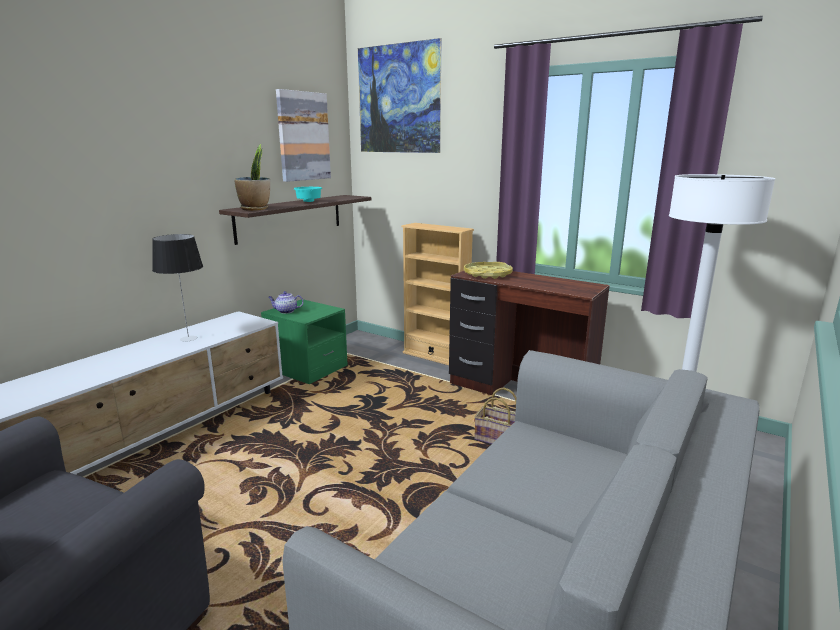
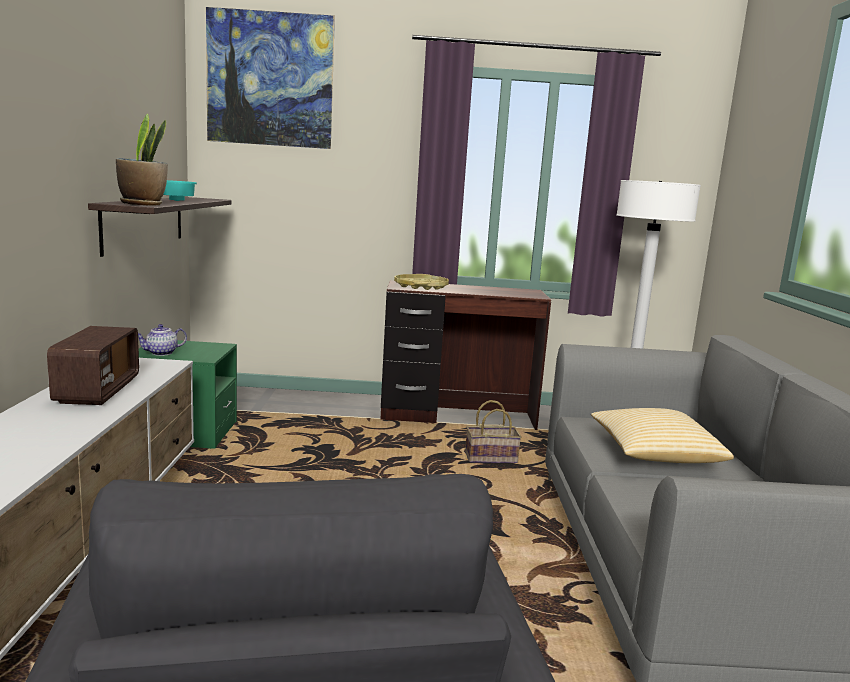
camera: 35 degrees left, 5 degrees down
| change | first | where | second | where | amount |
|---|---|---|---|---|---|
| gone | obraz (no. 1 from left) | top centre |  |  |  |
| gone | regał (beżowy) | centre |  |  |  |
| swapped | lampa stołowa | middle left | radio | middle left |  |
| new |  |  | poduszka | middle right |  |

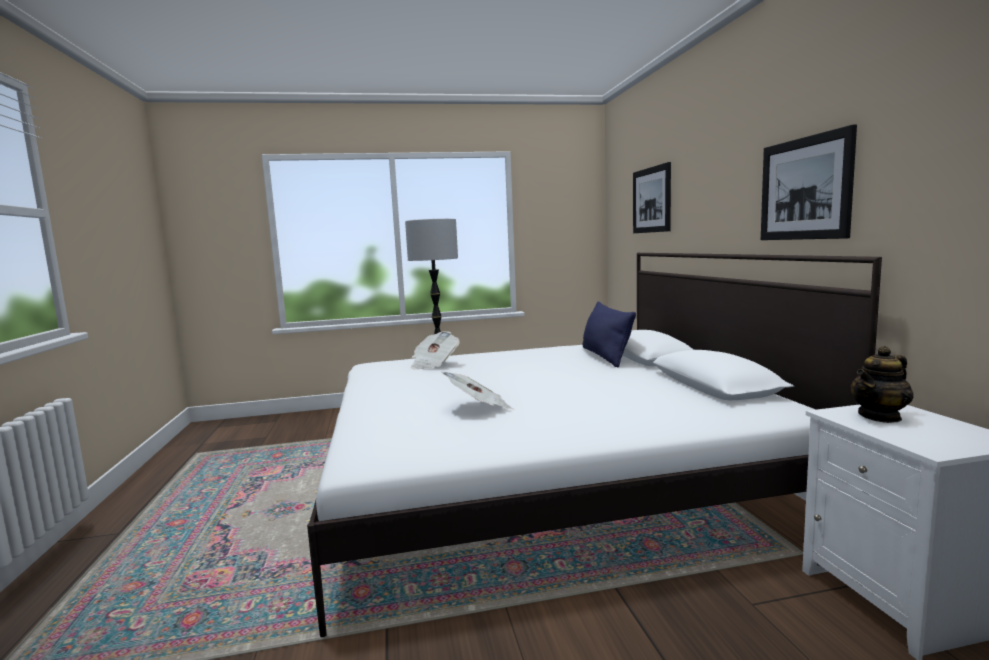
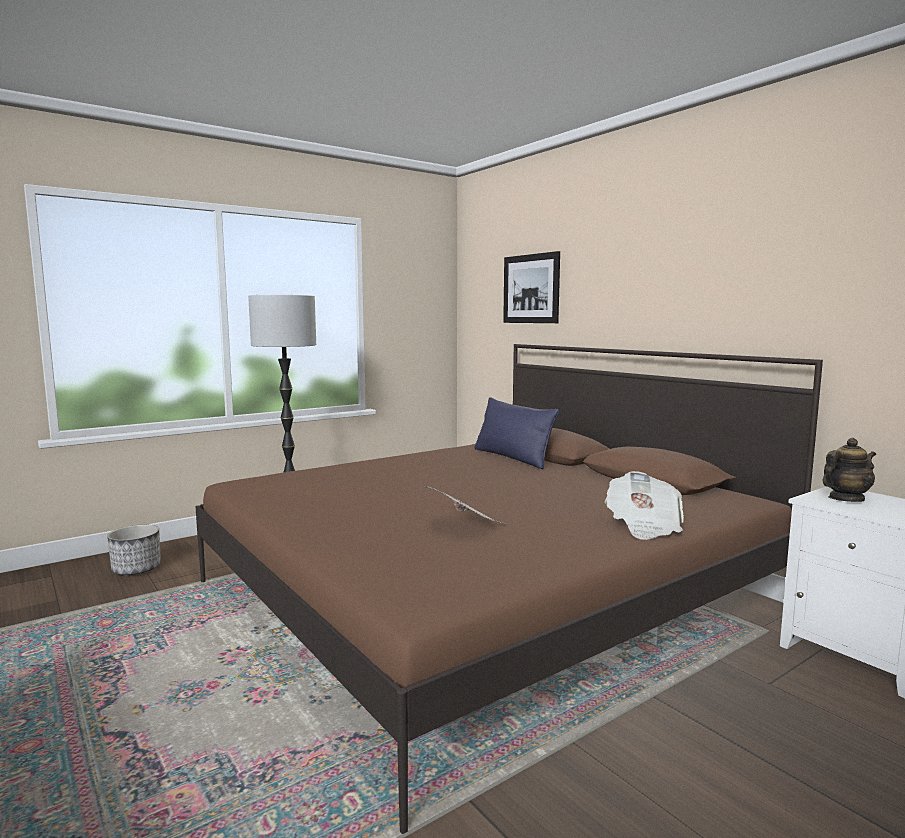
camera: 25 degrees left, 0 degrees up
| change | first | where | second | where | amount |
|---|---|---|---|---|---|
| gone | obraz (no. 2 from left) | top right |  |  |  |
| repainted | łóżko (biały) | bottom centre | łóżko (brązowy) | bottom centre |  |
| shifted | gazeta (no. 1 from left in the first image) | centre | gazeta (no. 2 from left) | middle right |  |
| rotated | imbryk | middle right |  | middle right | 150 degrees counterclockwise |
| new |  |  | donica | middle left |  |

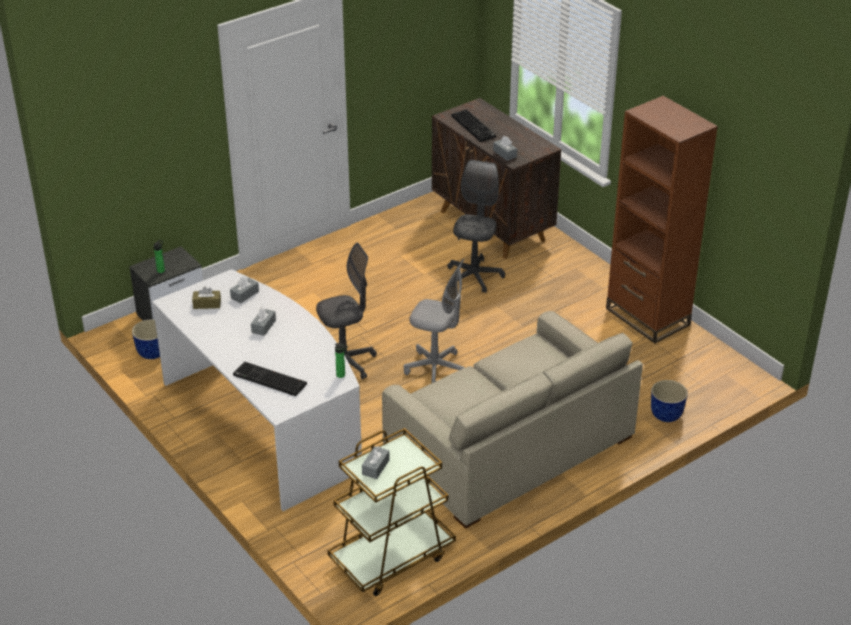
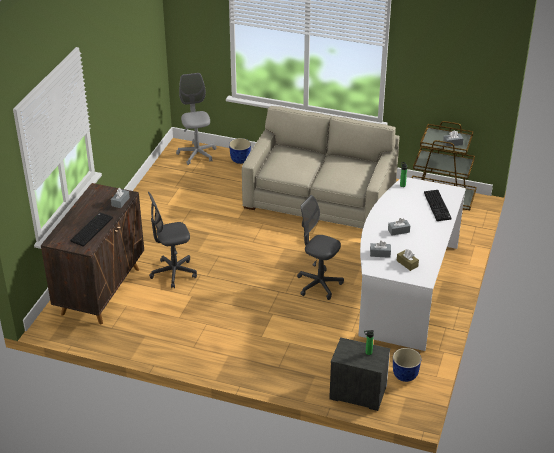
camera: 125 degrees left, 0 degrees up
| change | first | where | second | where | amount |
|---|---|---|---|---|---|
| gone | regał (brązowy) | middle right |  |  |  |
| shifted | krzesło biurowe (szary) (no. 2 from left) | centre |  | top centre |  |

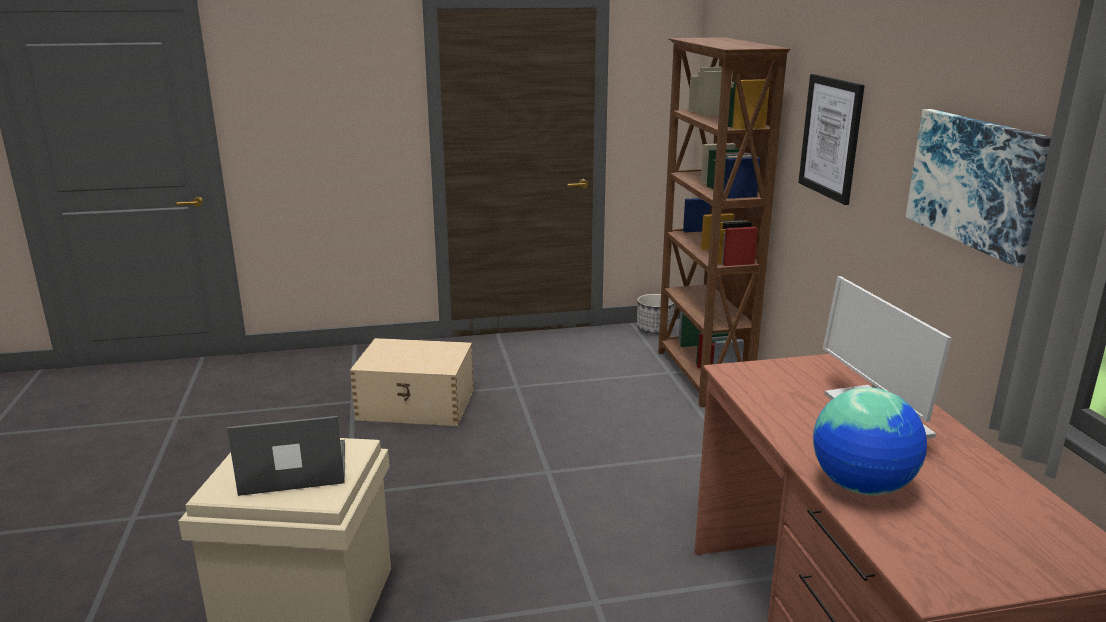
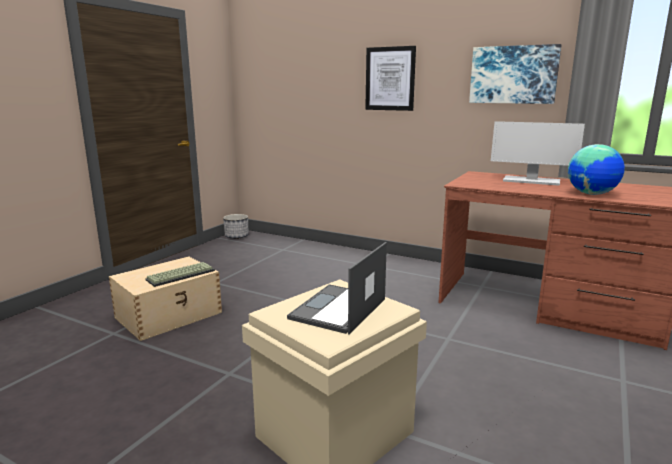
camera: 50 degrees left, 5 degrees down
| change | first | where | second | where | amount |
|---|---|---|---|---|---|
| gone | regał (brązowy) | centre |  |  |  |
| new |  |  | klawiatura | middle left |  |

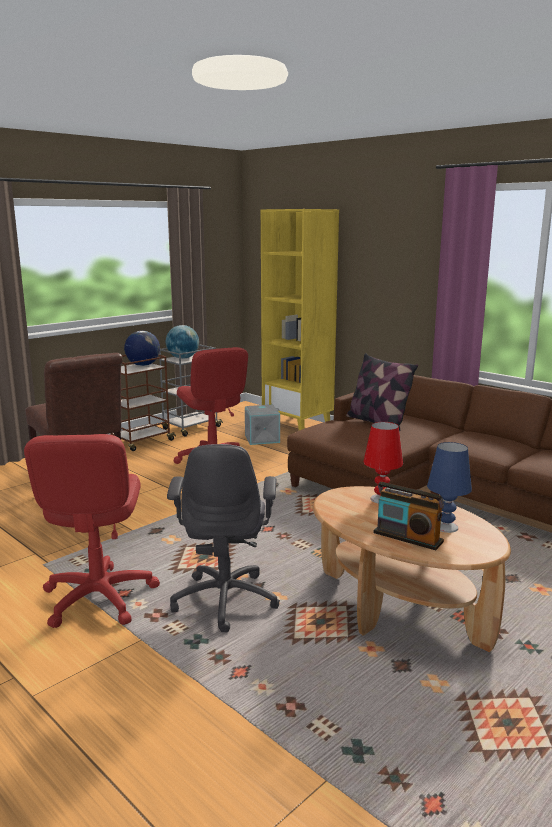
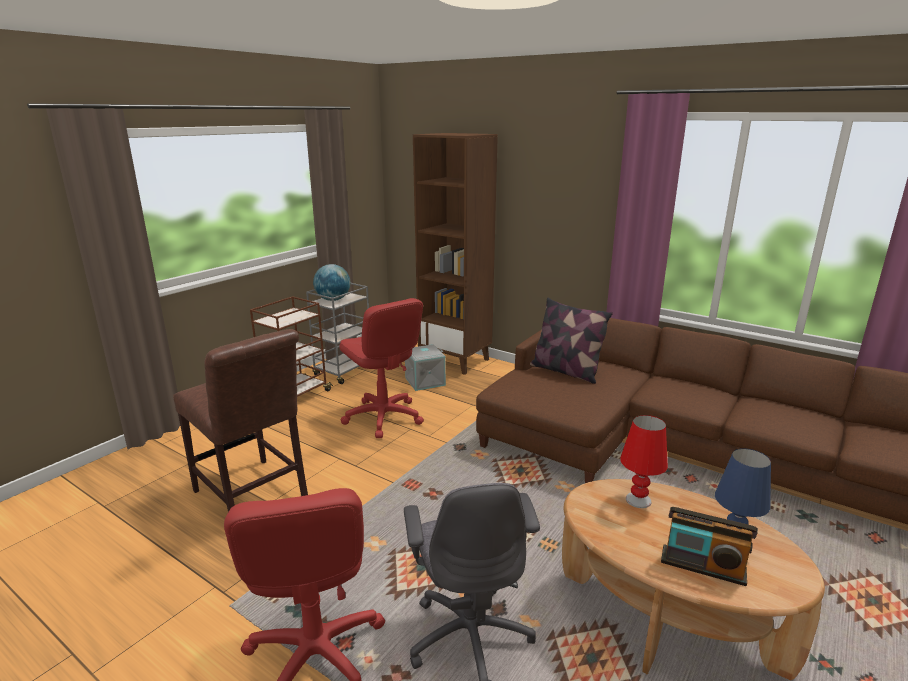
camera: 10 degrees left, 5 degrees up
| change | first | where | second | where | amount |
|---|---|---|---|---|---|
| repainted | regał (żółty) | centre | regał (brązowy) | centre |  |
| gone | globus (no. 1 from left) | middle left |  |  |  |

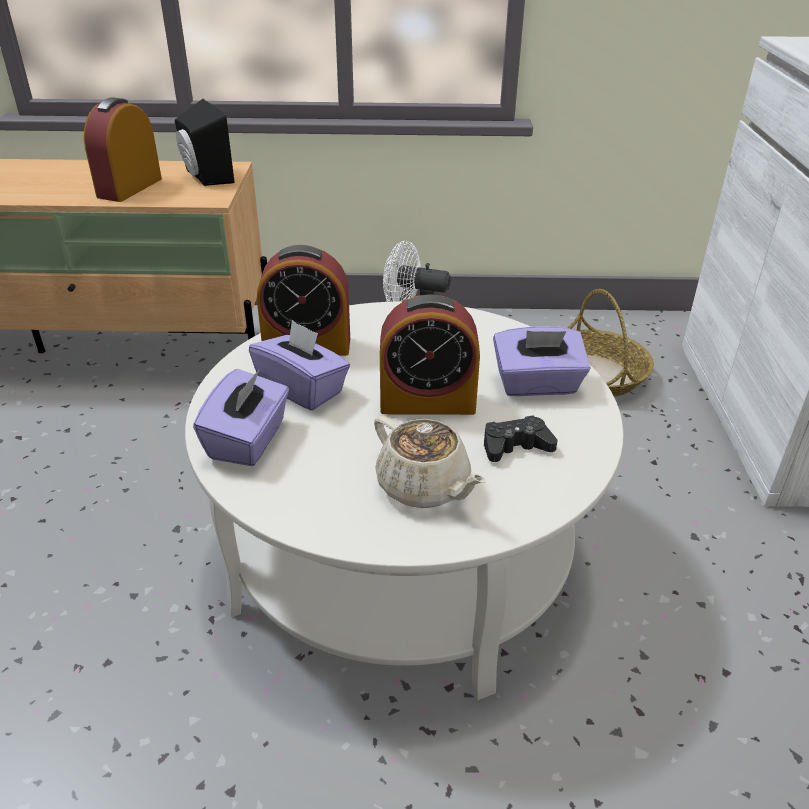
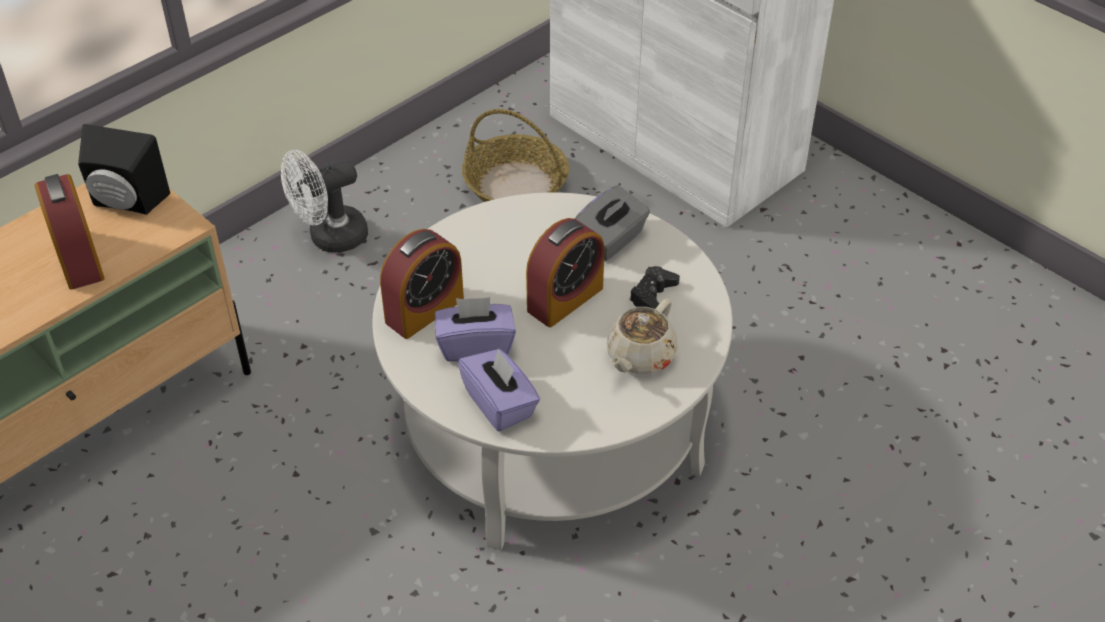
camera: 45 degrees left, 10 degrees up
| change | first | where | second | where | amount |
|---|---|---|---|---|---|
| repainted | pudełko chusteczek (fioletowy) (no. 3 from left) | middle right | pudełko chusteczek (szary) | centre |  |
| rotated | imbryk (beżowy) | centre |  | centre | 120 degrees clockwise |

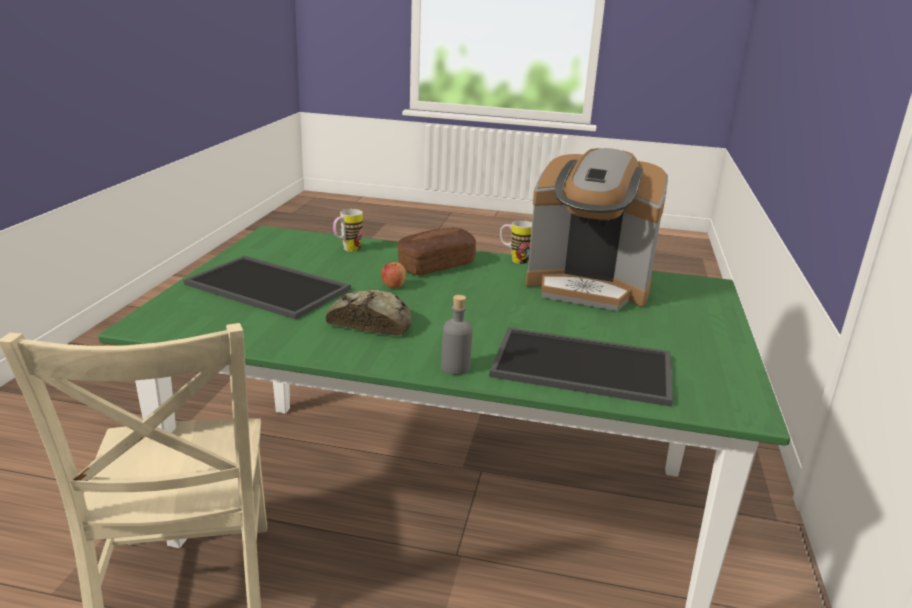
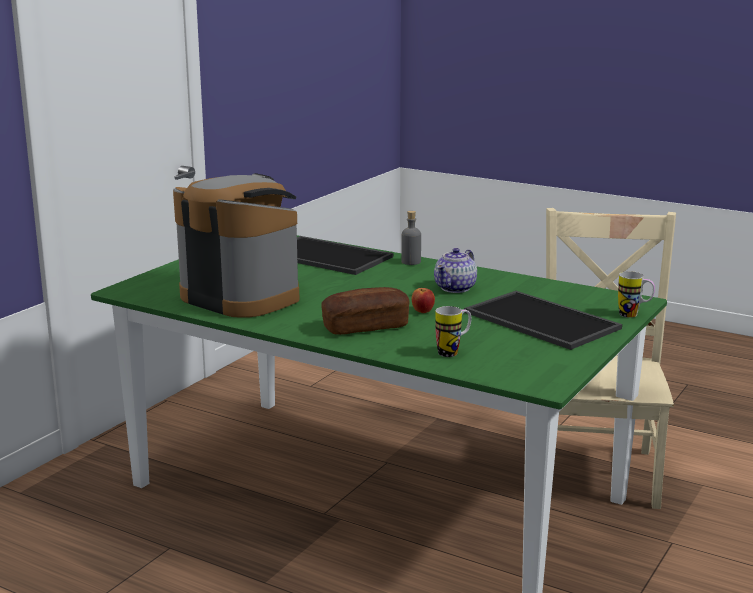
camera: 160 degrees left, 5 degrees down
| change | first | where | second | where | amount |
|---|---|---|---|---|---|
| shifted | kubek (no. 2 from left) | centre |  | middle right |  |
| swapped | chleb (no. 1 from left) | centre | imbryk | centre |  |

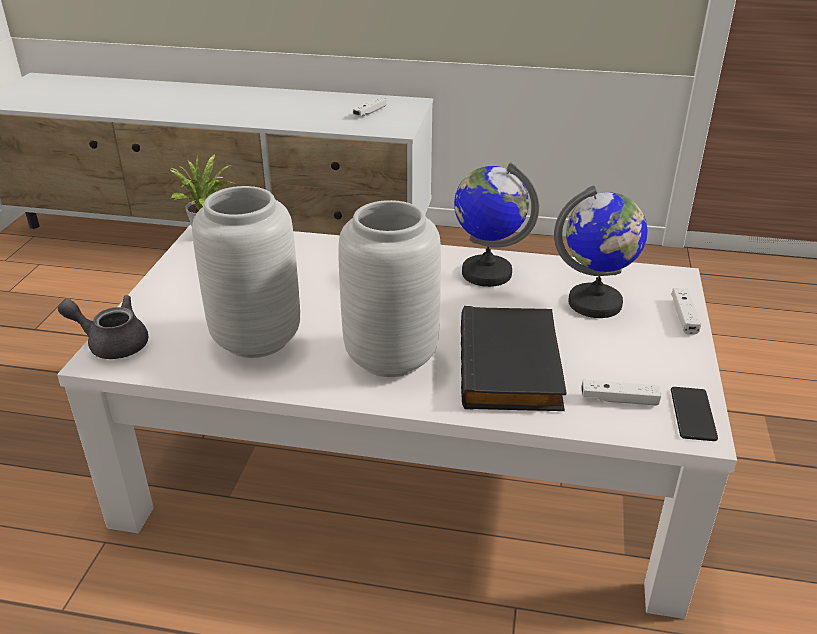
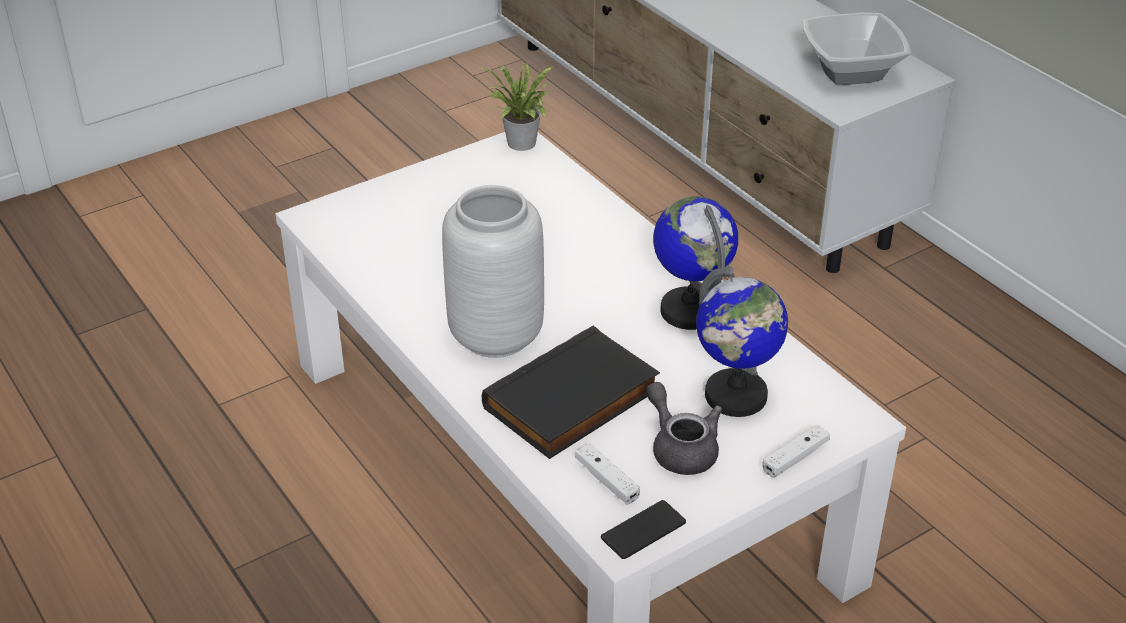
camera: 45 degrees right, 5 degrees up
| change | first | where | second | where | amount |
|---|---|---|---|---|---|
| swapped | pad do gier (biały) (no. 1 from left) | top centre | miska | top right |  |
| gone | wazon (szary) (no. 1 from left) | middle left |  |  |  |
| shifted | imbryk (szary) | middle left |  | bottom centre |  |

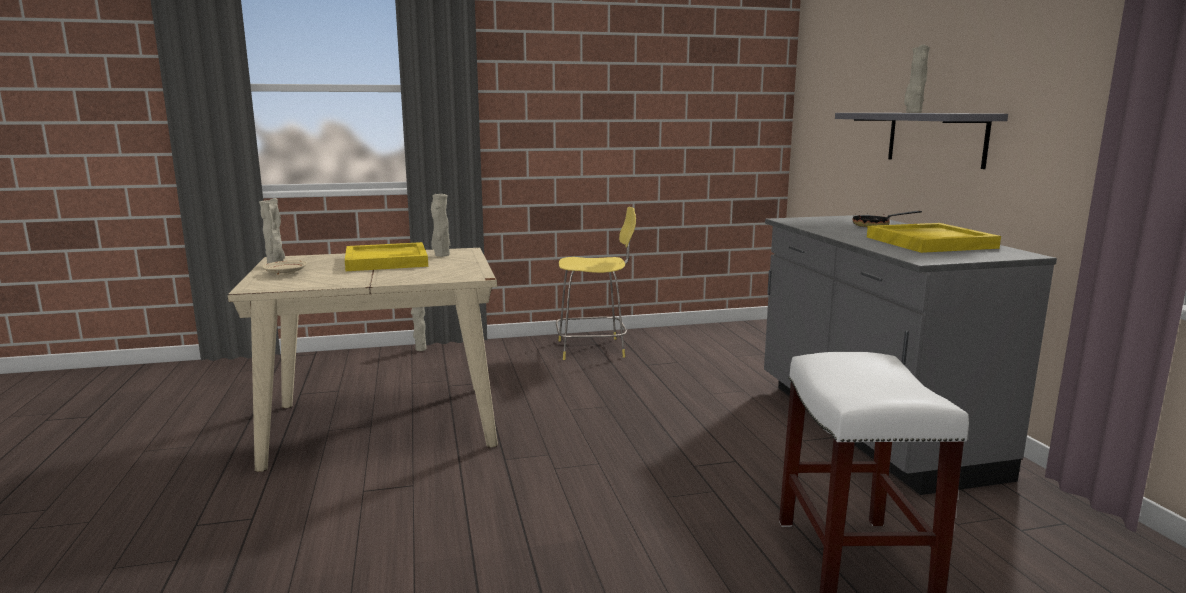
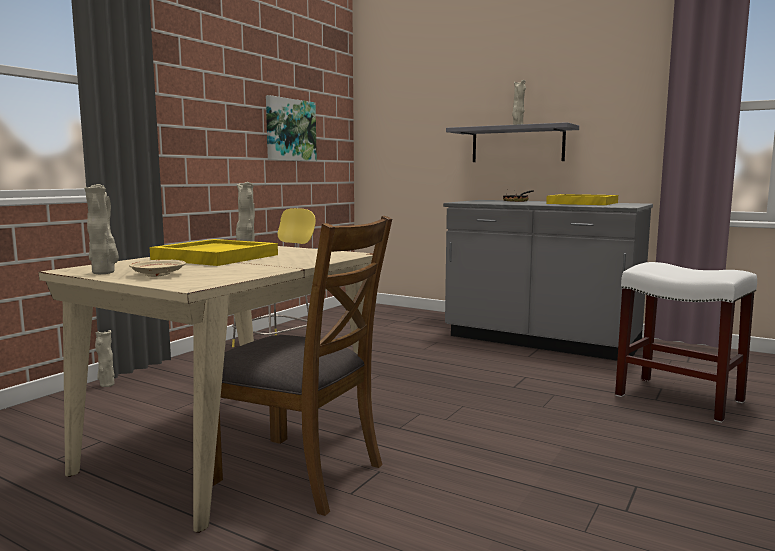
camera: 45 degrees left, 5 degrees down
| change | first | where | second | where | amount |
|---|---|---|---|---|---|
| new |  |  | obraz | top centre |  |
| new |  |  | krzesło (brązowy) | centre |  |

